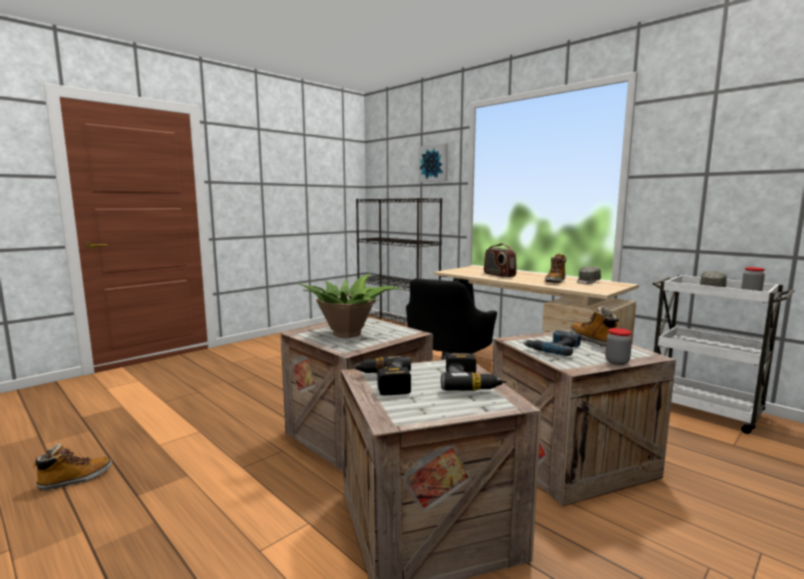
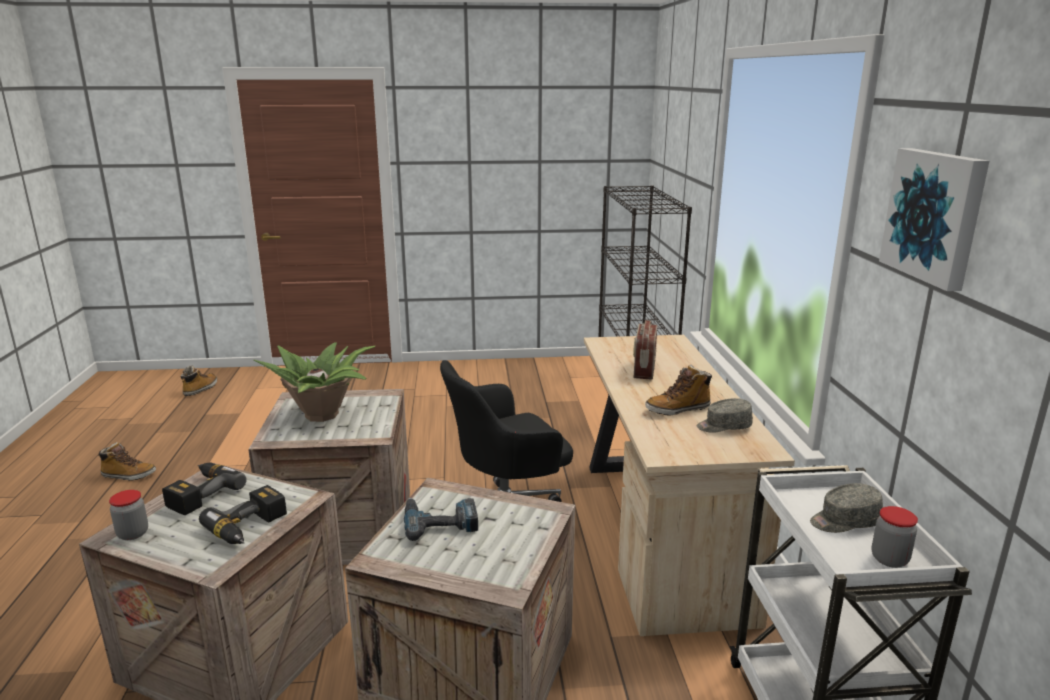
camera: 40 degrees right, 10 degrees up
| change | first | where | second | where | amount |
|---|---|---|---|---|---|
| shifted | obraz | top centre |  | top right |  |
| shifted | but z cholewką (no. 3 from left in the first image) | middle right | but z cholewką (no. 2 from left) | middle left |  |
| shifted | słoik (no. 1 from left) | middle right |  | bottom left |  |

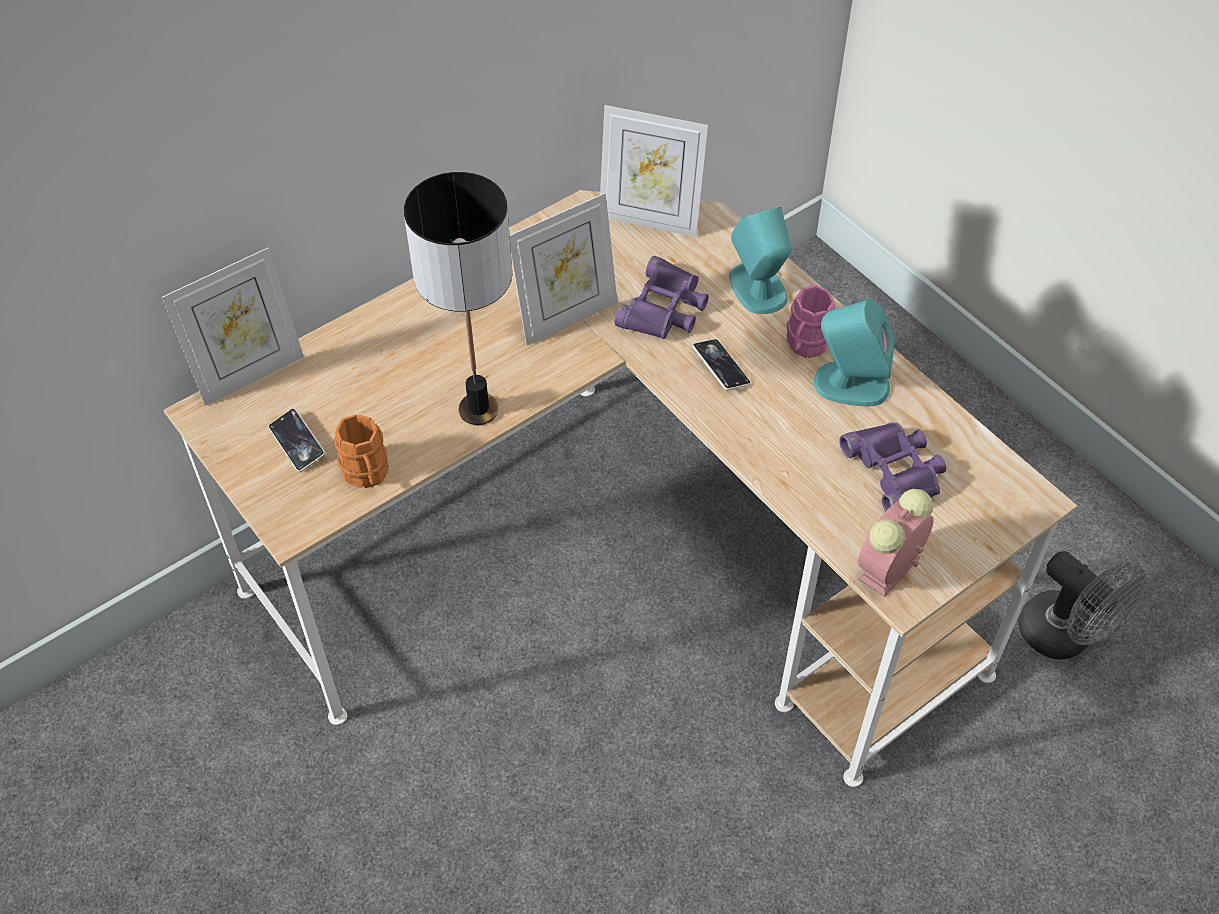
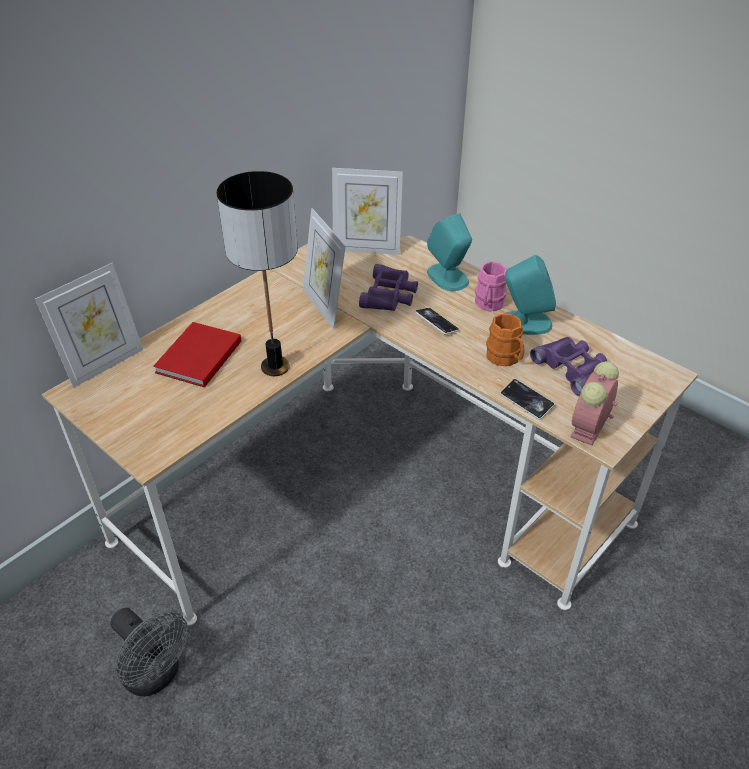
camera: 10 degrees left, 10 degrees down
| change | first | where | second | where | amount |
|---|---|---|---|---|---|
| rotated | ramka na zdjęcie (no. 2 from left) | top centre |  | centre | 105 degrees clockwise |
| shifted | telefon (no. 1 from left in the first image) | middle left | telefon (no. 2 from left) | middle right |  |
| shifted | kubek (pomarańczowy) | middle left |  | middle right |  |
| shifted | wentylator (szary) | middle right |  | bottom left |  |
| new |  |  | książka (czerwony) | middle left |  |

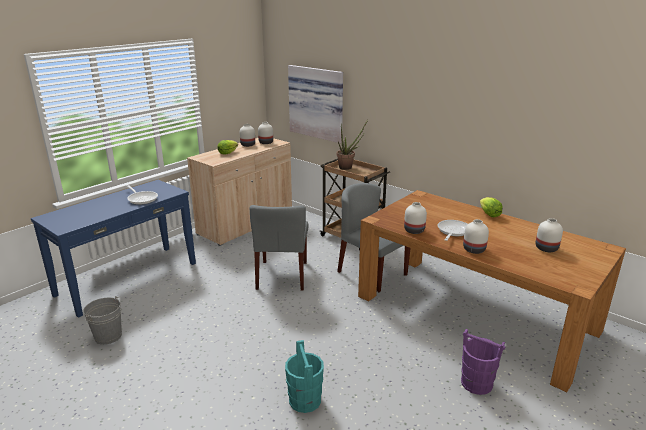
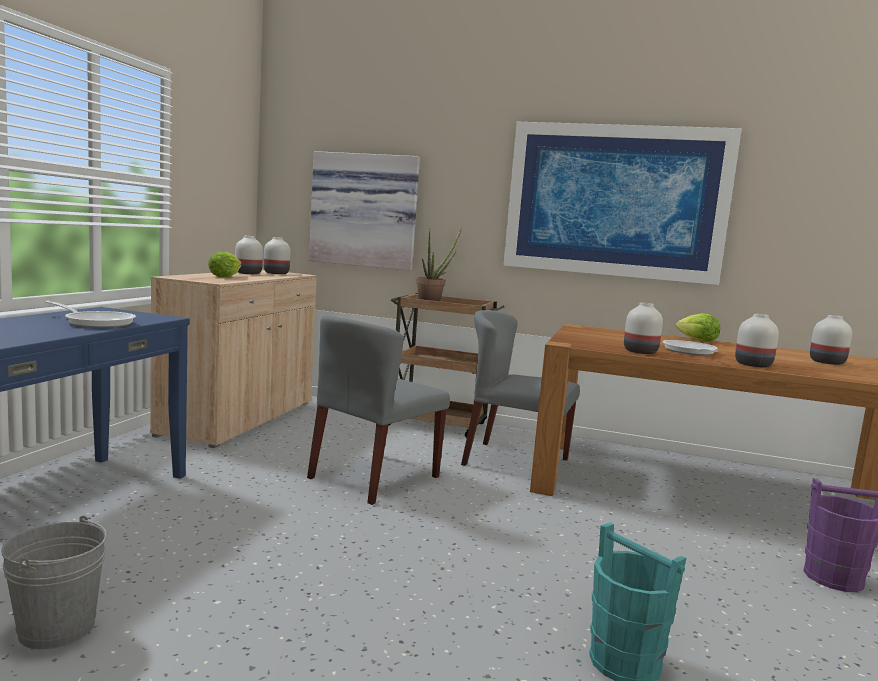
camera: 25 degrees left, 15 degrees down
| change | first | where | second | where | amount |
|---|---|---|---|---|---|
| rotated | krzesło (szary) (no. 1 from left) | centre |  | centre | 60 degrees clockwise |
| new |  |  | obraz (no. 2 from left) | top right |  |

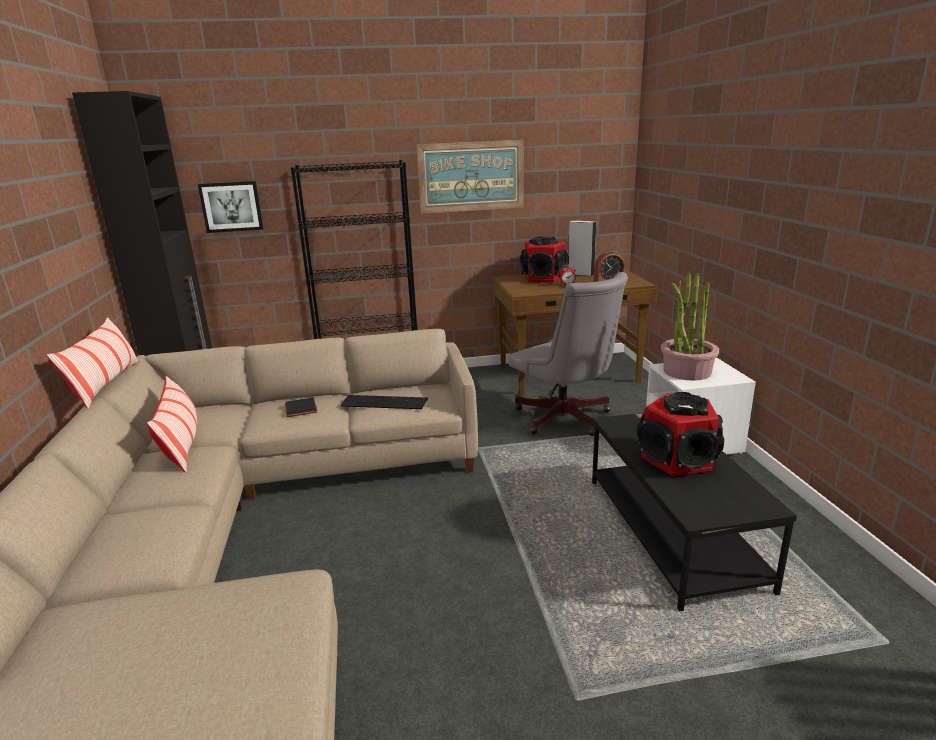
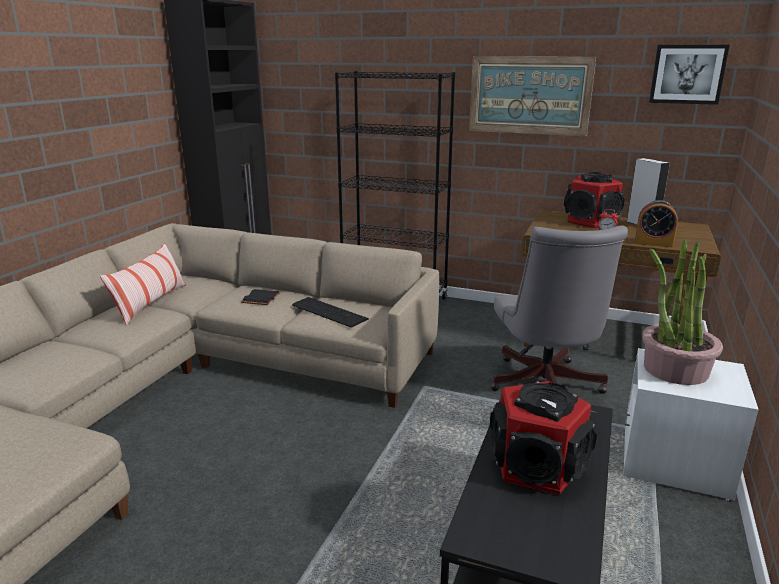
camera: 30 degrees right, 0 degrees up
| change | first | where | second | where | amount |
|---|---|---|---|---|---|
| shifted | obraz (no. 1 from left in the first image) | top left | obraz (no. 2 from left) | top right |  |
| gone | poduszka (no. 1 from left) | middle left |  |  |  |

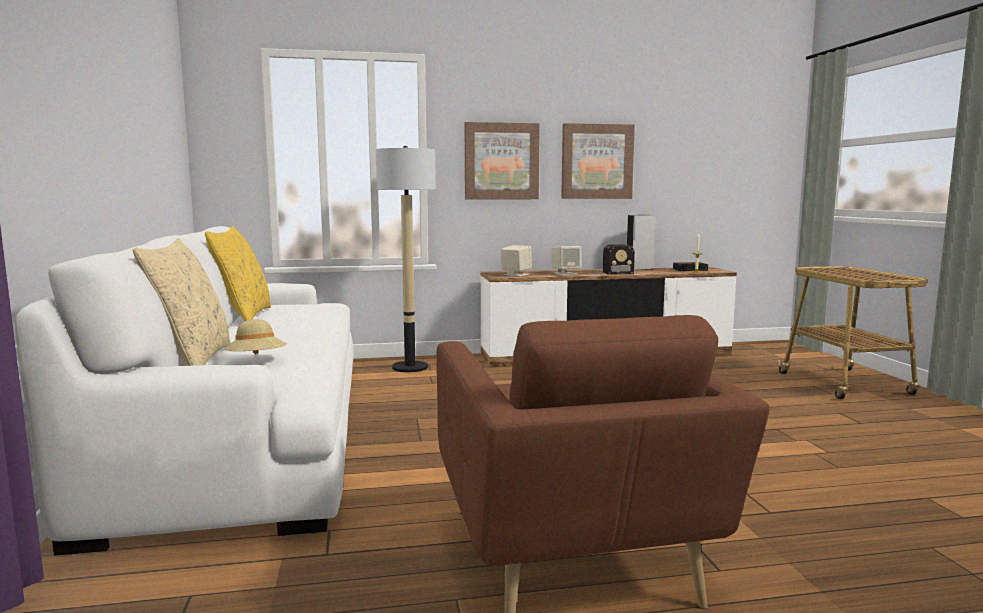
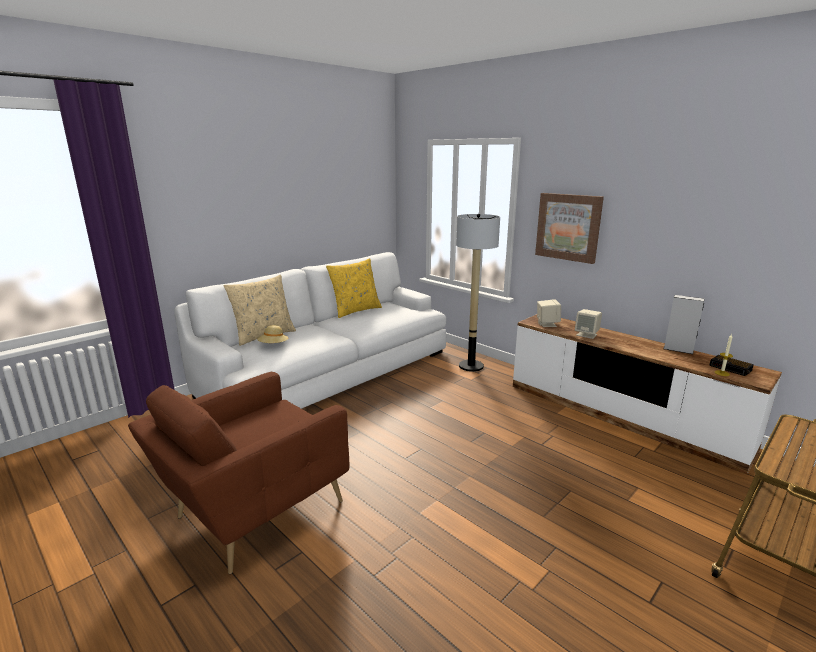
camera: 55 degrees right, 10 degrees up
| change | first | where | second | where | amount |
|---|---|---|---|---|---|
| gone | obraz (no. 2 from left) | top centre |  |  |  |
| gone | radio | centre |  |  |  |

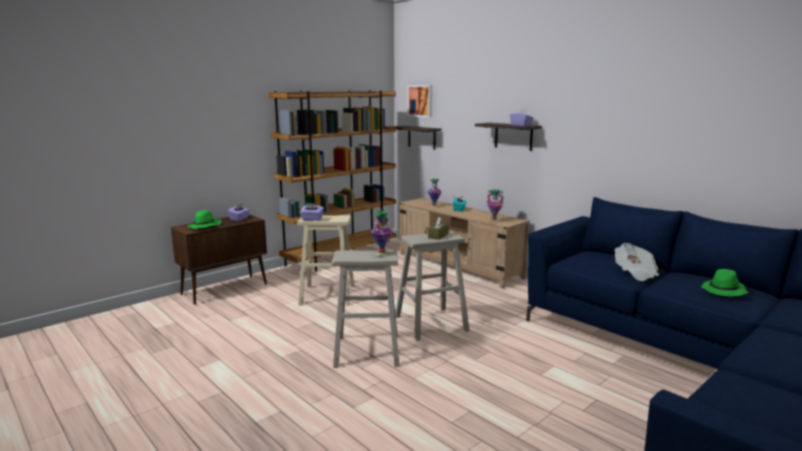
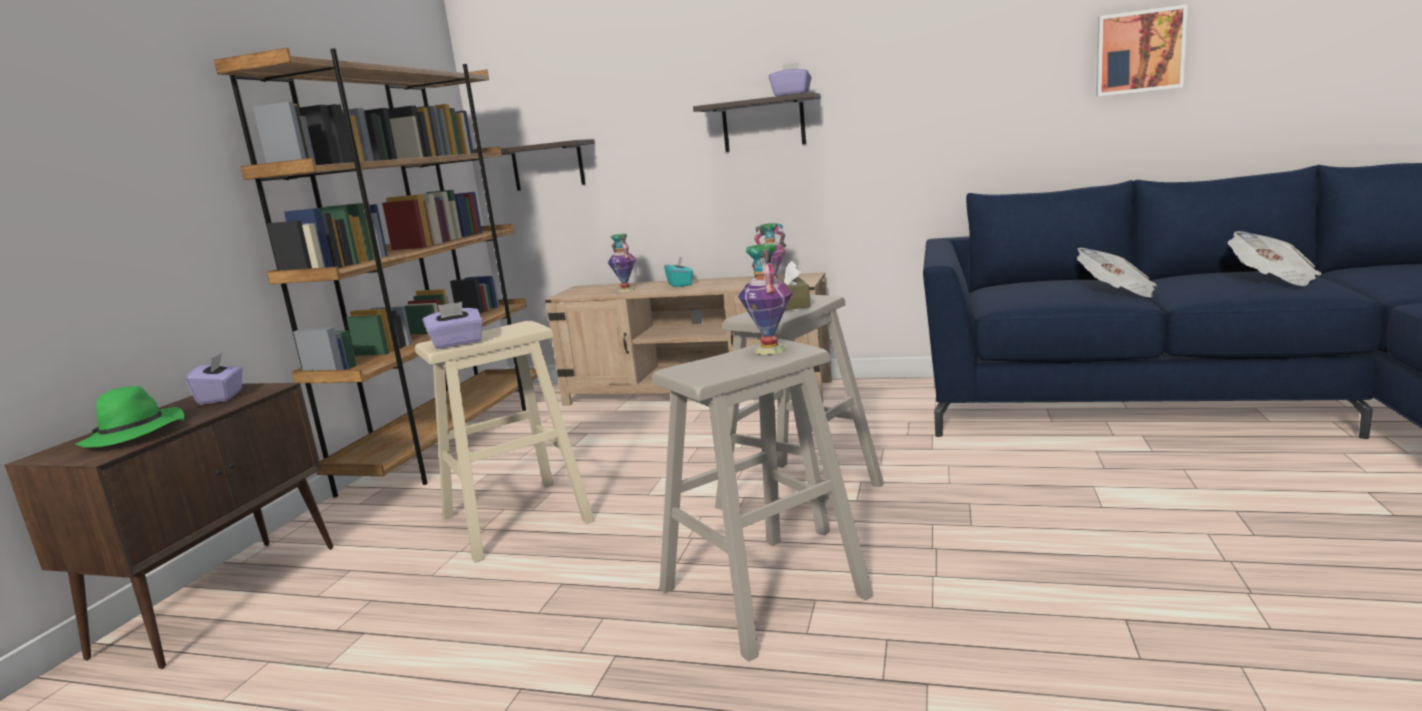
camera: 30 degrees left, 0 degrees up
| change | first | where | second | where | amount |
|---|---|---|---|---|---|
| shifted | obraz | top centre |  | top right |  |
| swapped | kapelusz (zielony) (no. 2 from left) | middle right | gazeta (no. 2 from left) | middle right |  |

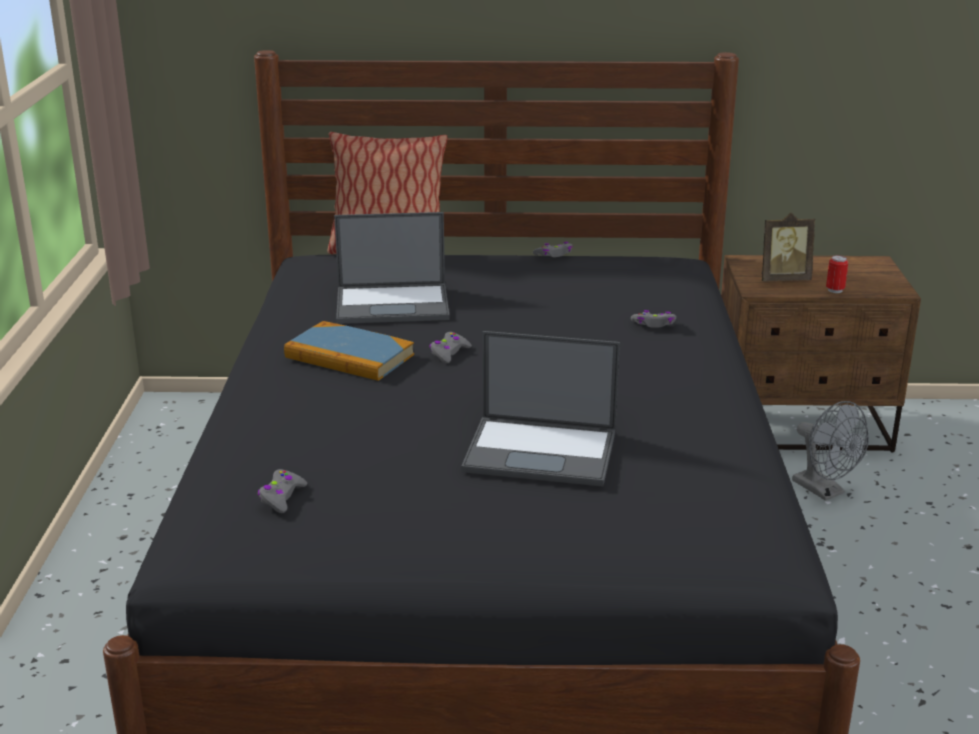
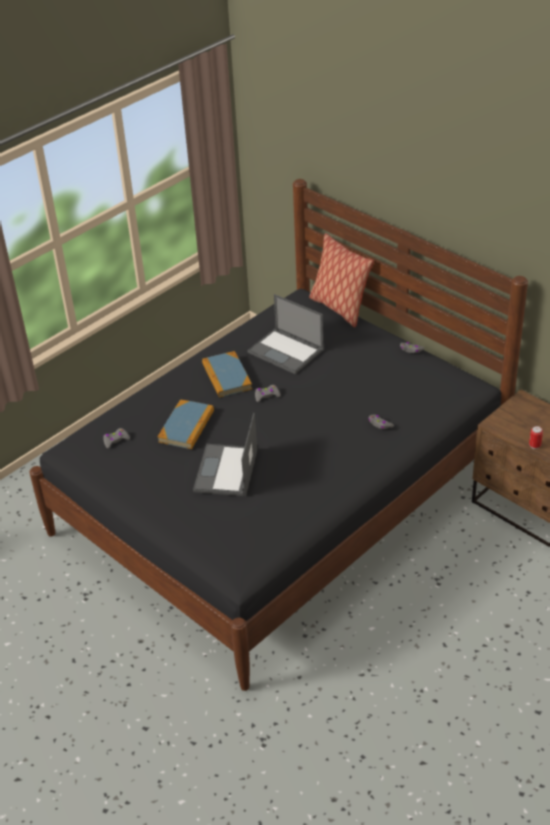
camera: 45 degrees right, 15 degrees up
| change | first | where | second | where | amount |
|---|---|---|---|---|---|
| gone | ramka na zdjęcie | middle right |  |  |  |
| rotated | laptop (no. 2 from left in the first image) | centre | laptop (no. 1 from left) | centre | 45 degrees clockwise |
| gone | wentylator (szary) | middle right |  |  |  |
| new |  |  | książka (no. 1 from left) | centre |  |

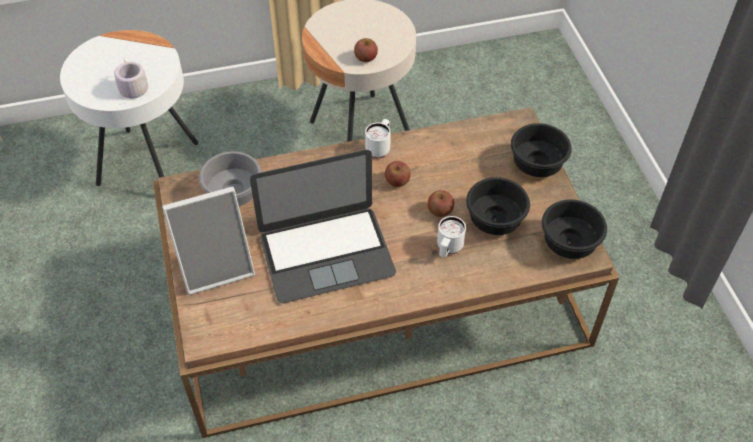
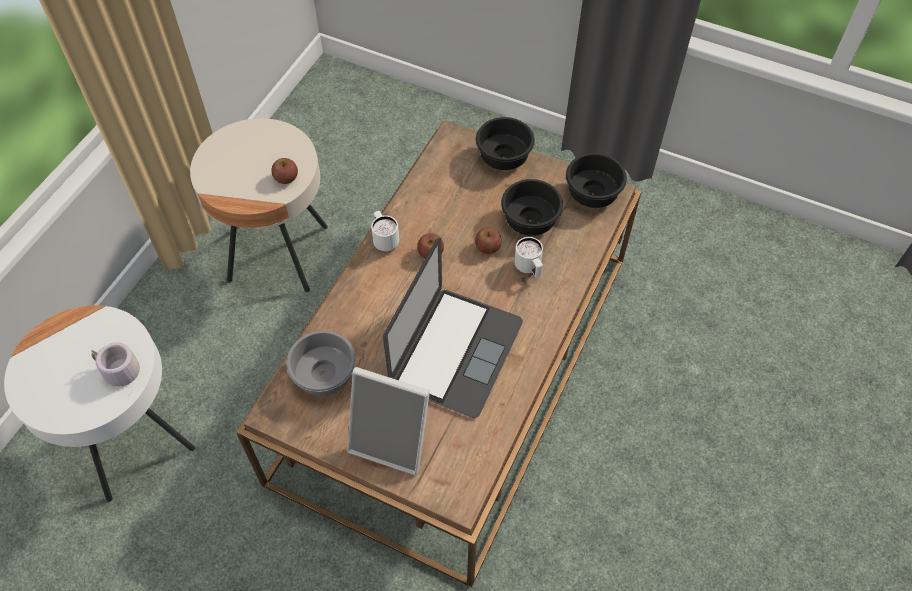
camera: 50 degrees left, 5 degrees up
| change | first | where | second | where | amount |
|---|---|---|---|---|---|
| rotated | ramka na zdjęcie | middle left |  | bottom centre | 90 degrees clockwise |

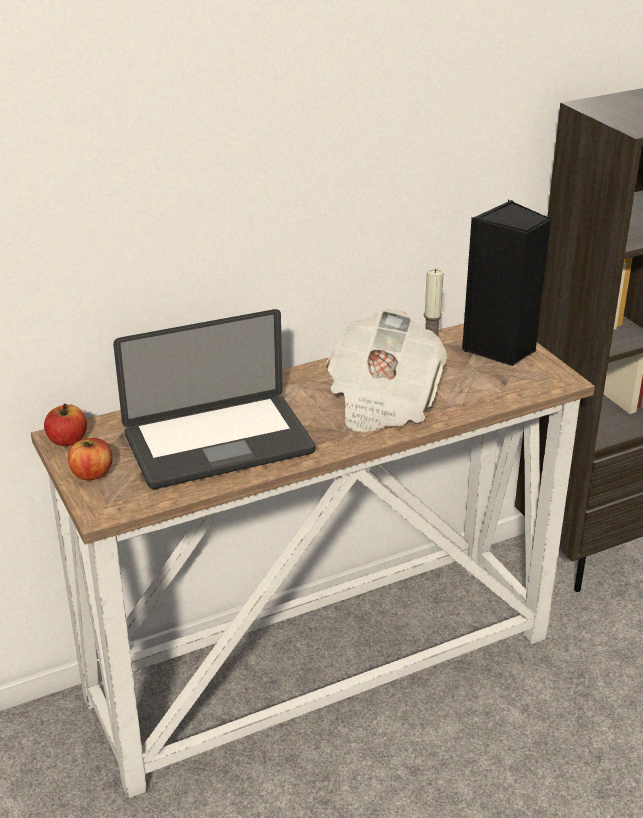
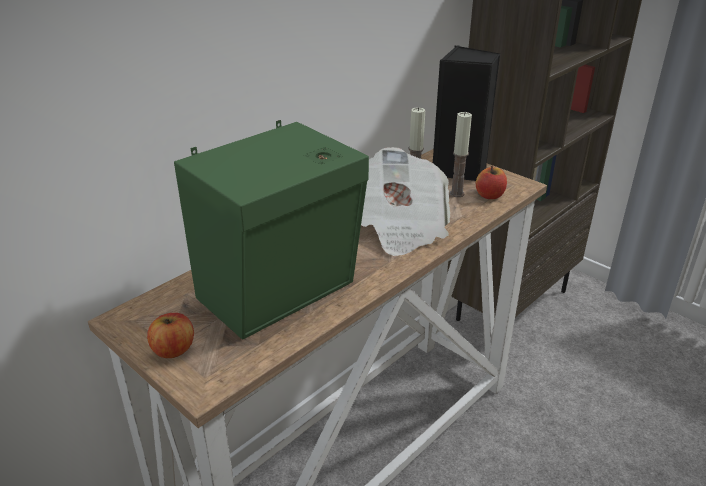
camera: 20 degrees left, 0 degrees up
| change | first | where | second | where | amount |
|---|---|---|---|---|---|
| swapped | laptop | middle left | głośnik (zielony) | centre |  |
| shifted | jabłko (no. 1 from left in the first image) | middle left | jabłko (no. 2 from left) | middle right |  |
| new |  |  | świeca (no. 2 from left) | top centre |  |

